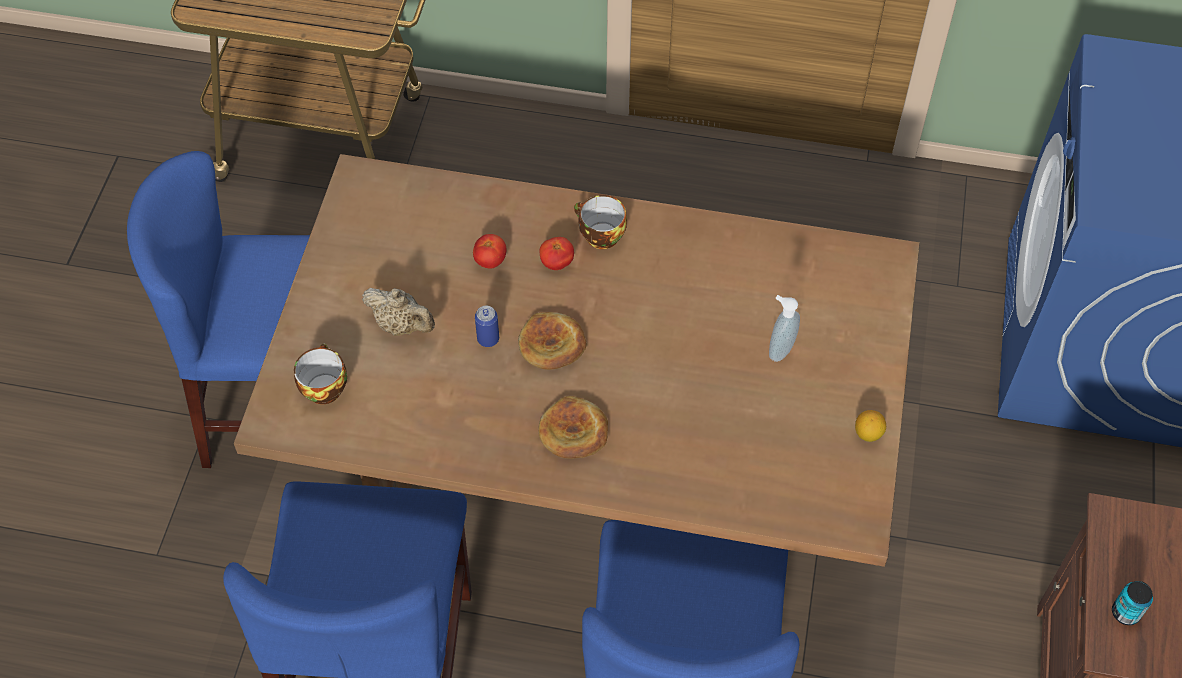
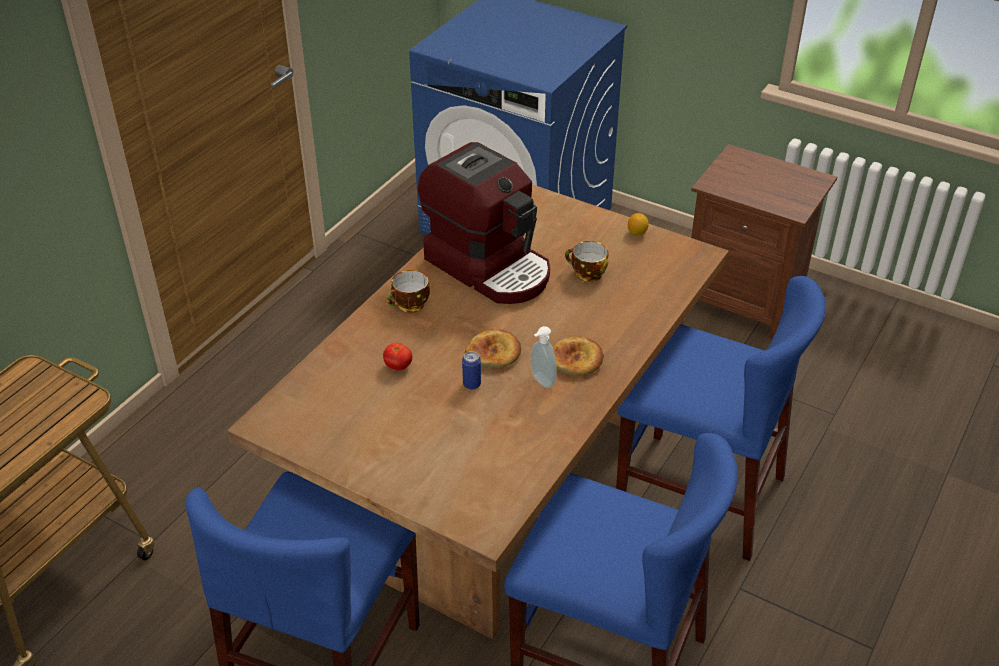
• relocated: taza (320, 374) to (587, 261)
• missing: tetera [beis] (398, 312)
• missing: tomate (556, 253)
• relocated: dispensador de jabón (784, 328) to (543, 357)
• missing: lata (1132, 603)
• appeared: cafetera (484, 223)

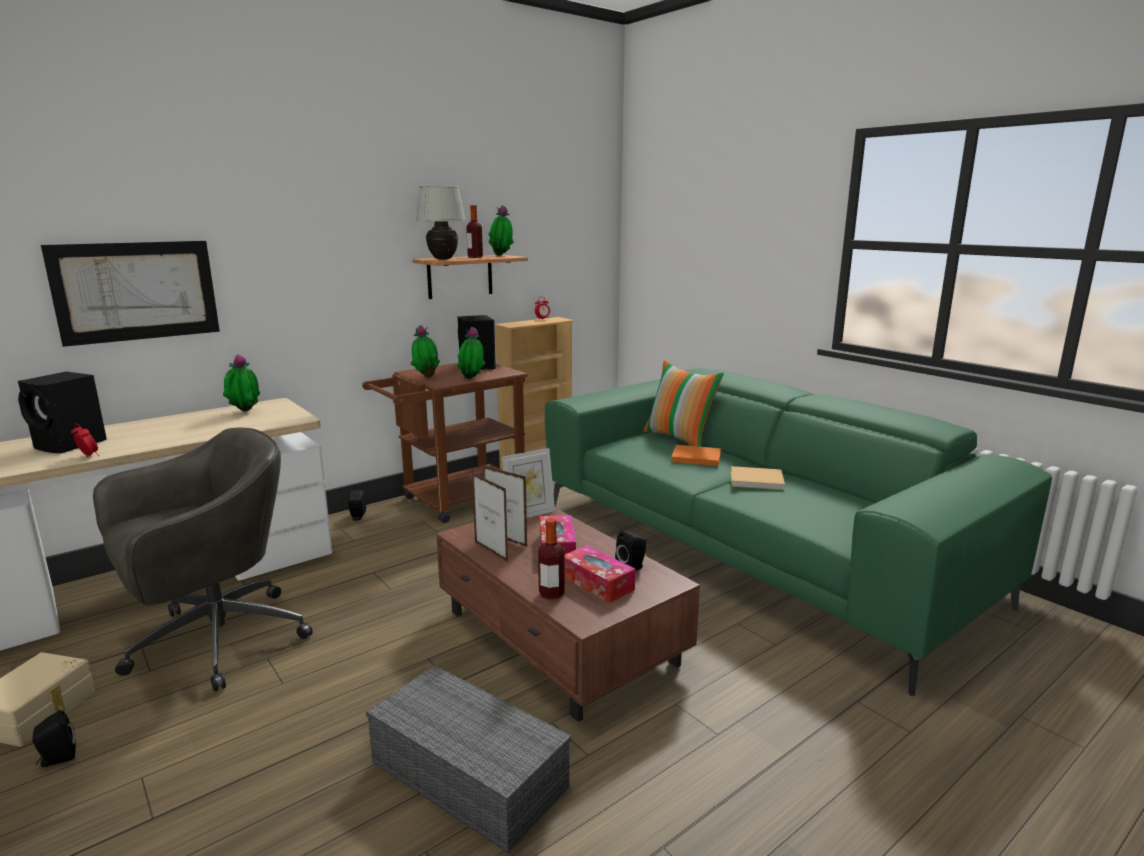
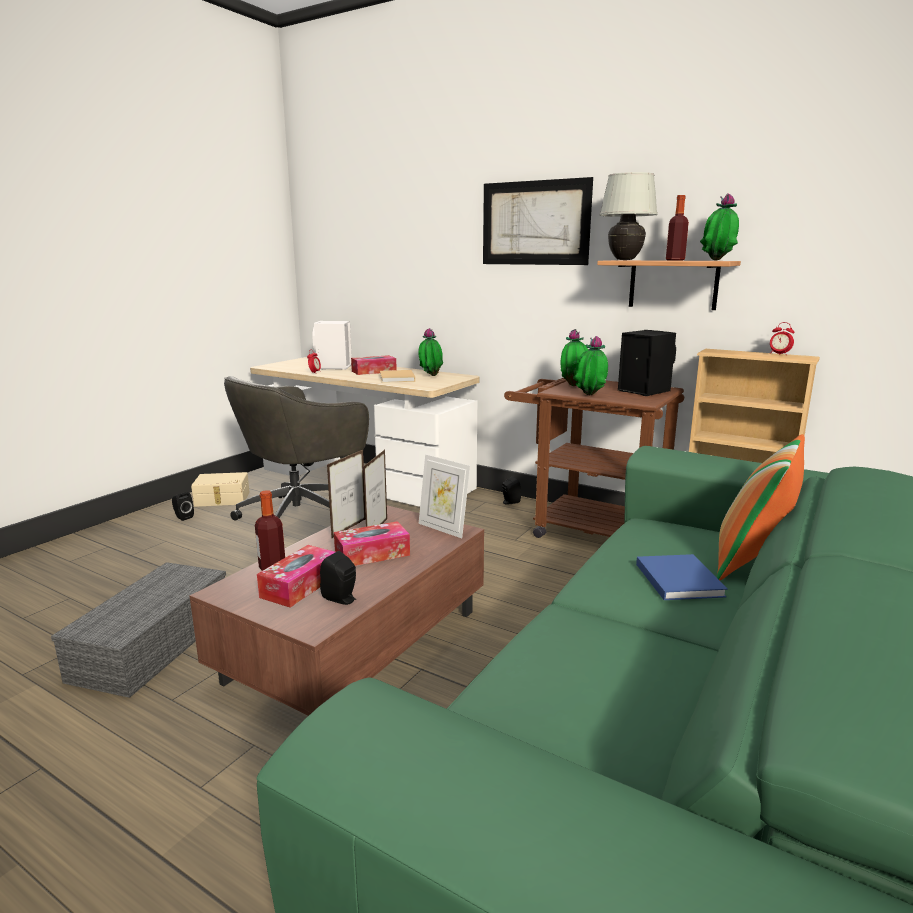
• colour: altavoz [negro] (62, 412) to altavoz [blanco] (332, 345)
• relocated: cuadro (130, 294) to (538, 221)
• spun: silla de oficina [gris] (203, 559) = (296, 448) 105 degrees clockwise
• colour: libro [naranja] (696, 455) to libro [azul] (682, 577)
• relocated: libro [beis] (758, 478) to (397, 376)
• appeared: caja de pañuelos (374, 365)

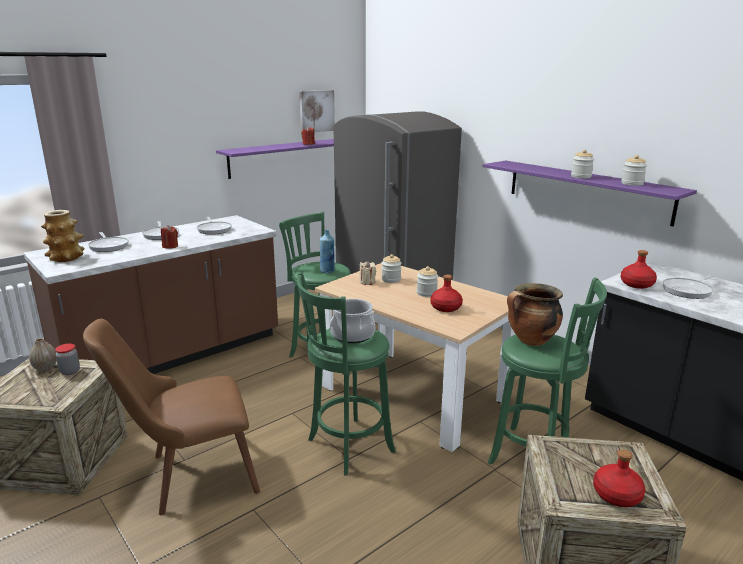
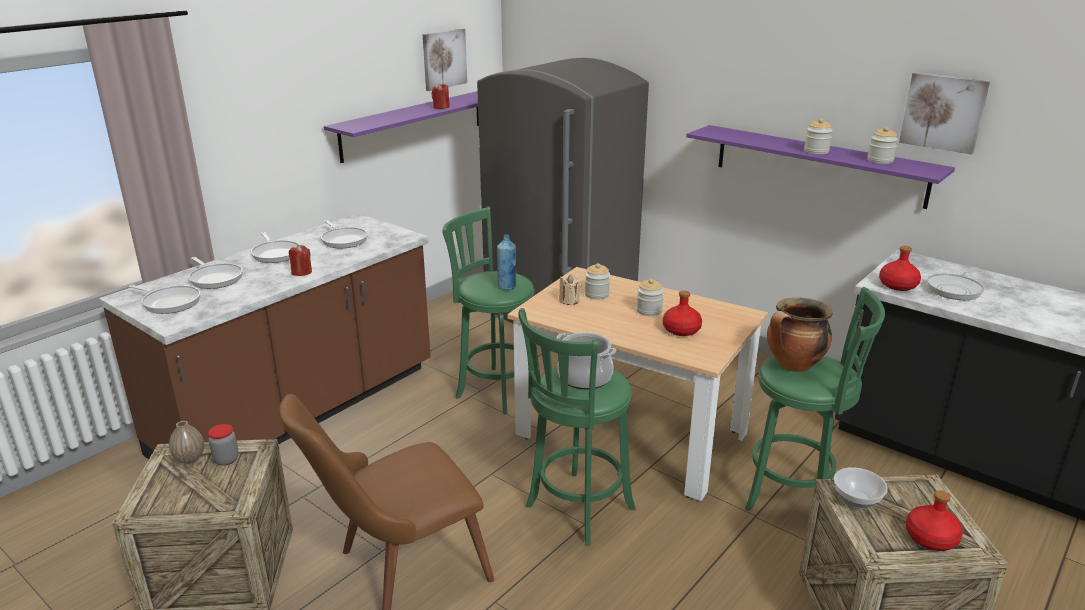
• exchanged: florero (63, 236) to sartén (164, 299)
• appeared: cuenco (861, 488)
• appeared: cuadro (944, 113)

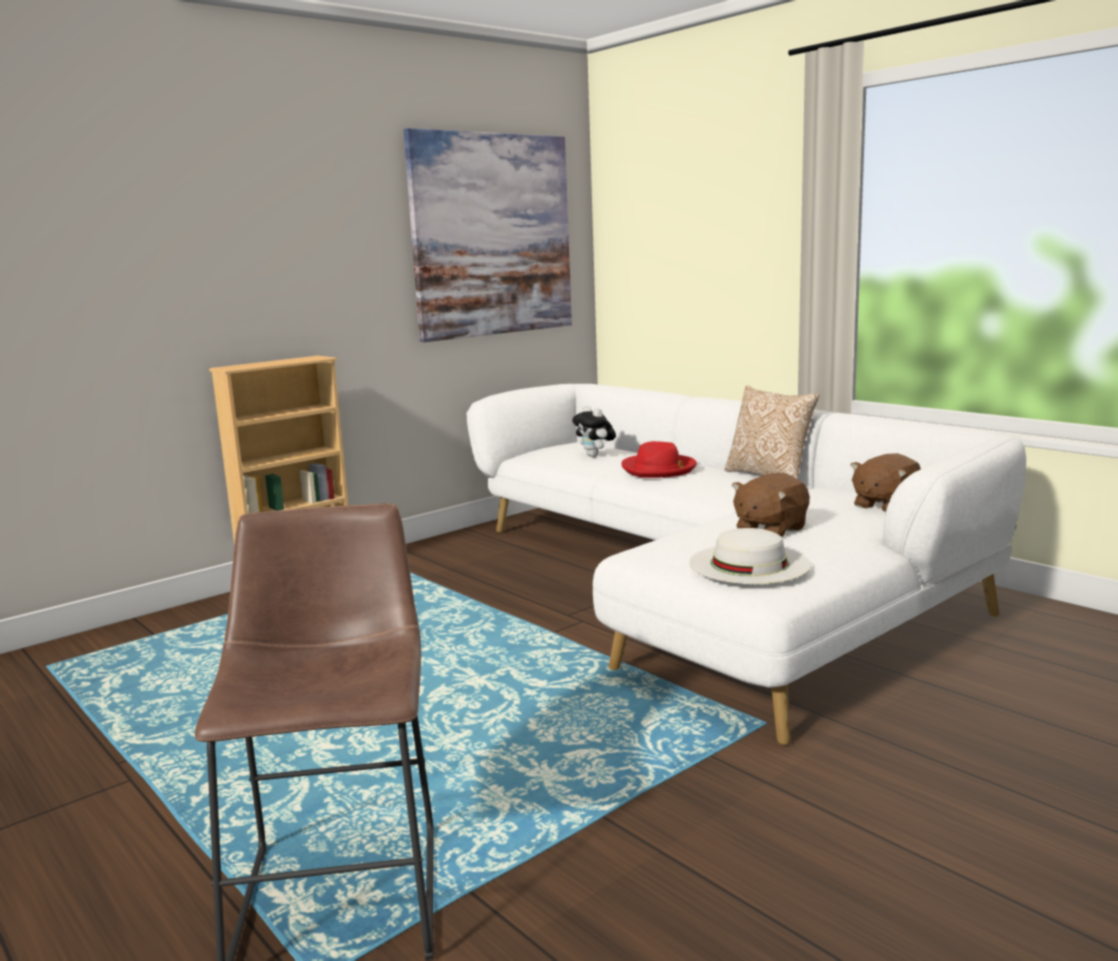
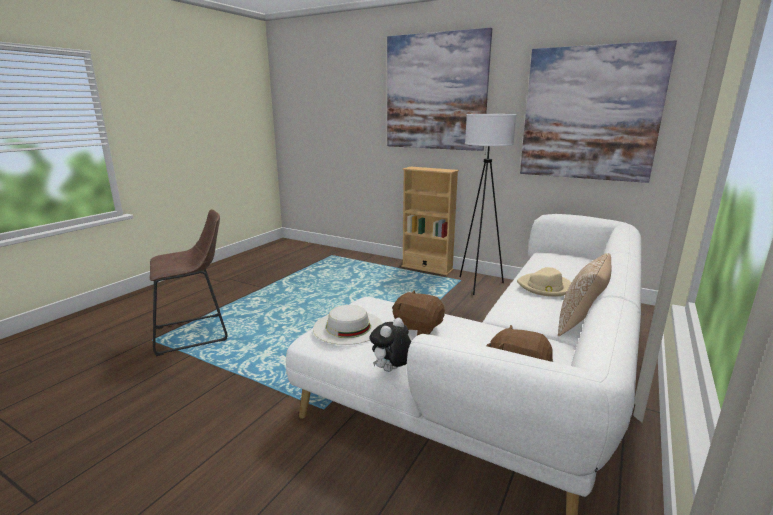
• relocated: peluche (594, 431) to (390, 345)
• colour: sombrero [rojo] (659, 459) to sombrero [beis] (544, 282)
• appeared: cuadro (439, 89)
• appeared: lámpara de pie [blanco] (488, 204)

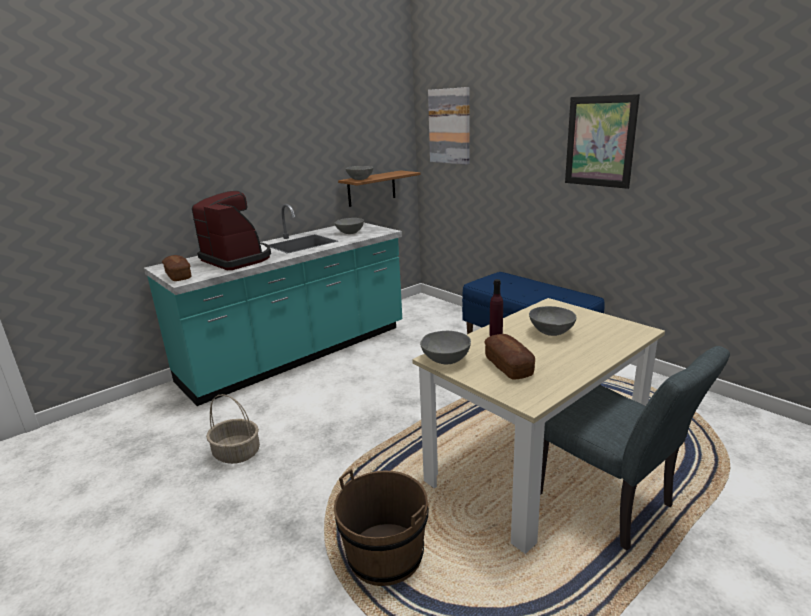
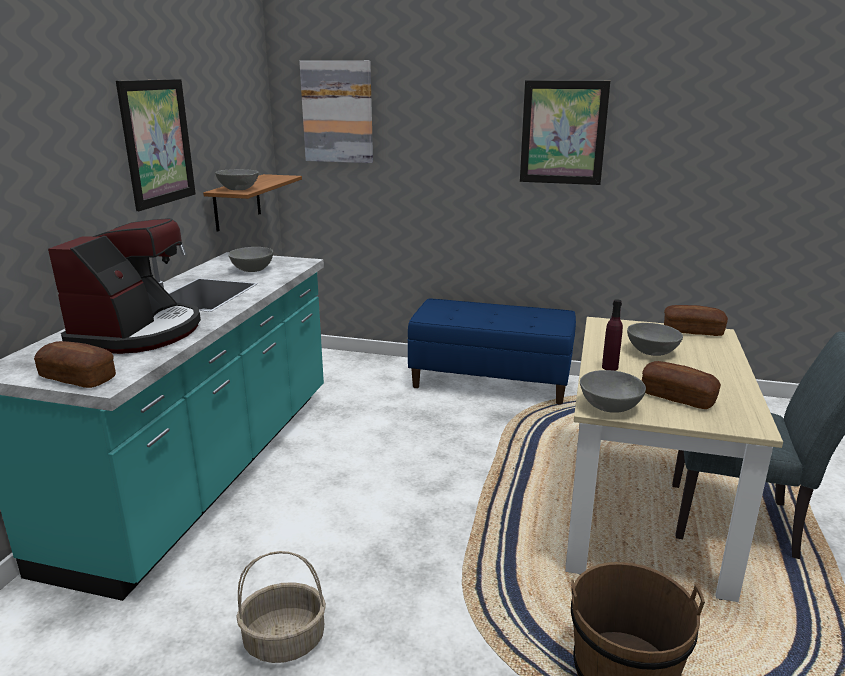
• spun: cafetera (231, 230) = (124, 286) 90 degrees clockwise
• appeared: cuadro (156, 145)
• appeared: pan (696, 320)

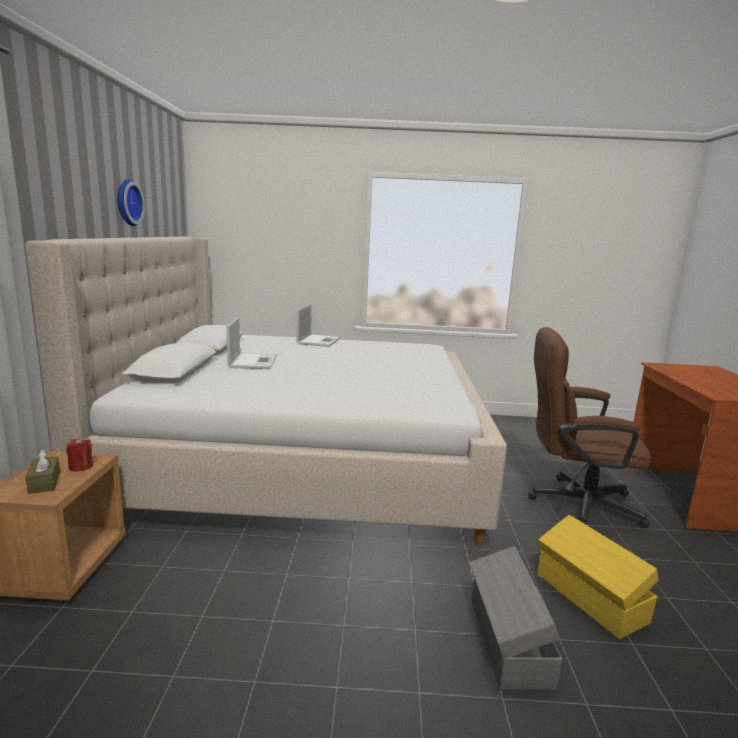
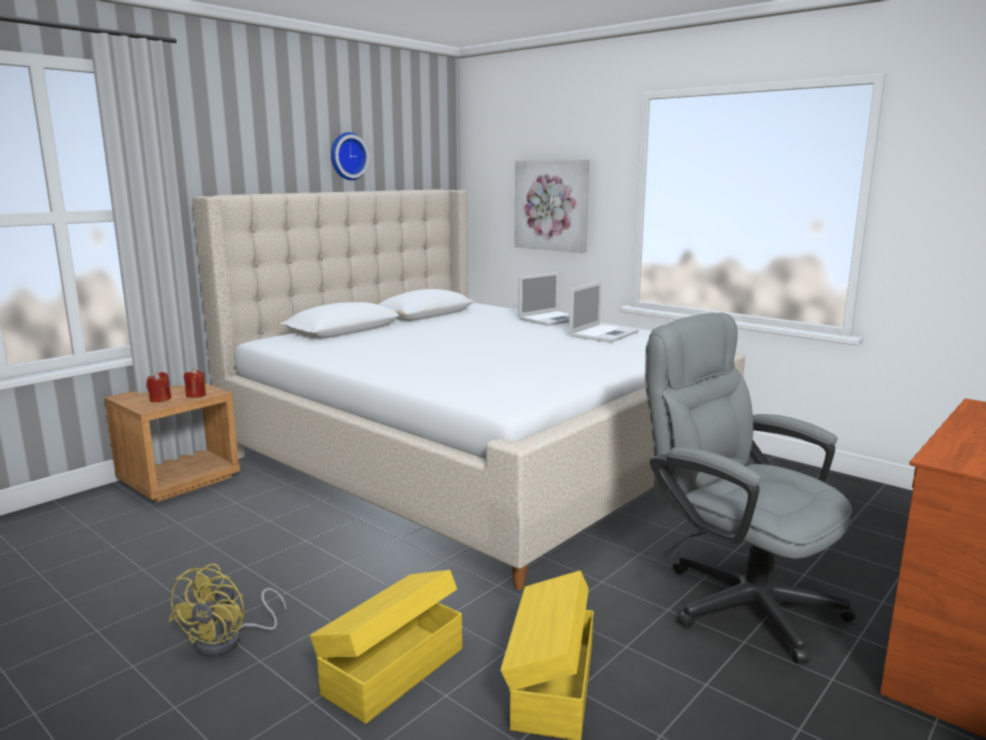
• exchanged: caja de pañuelos [marrón] (42, 471) to vela [rojo] (158, 387)
• relocated: portátil (251, 343) to (604, 312)
• colour: caja de almacenaje [gris] (515, 618) to caja de almacenaje [amarillo] (386, 647)
• colour: silla de oficina [marrón] (589, 427) to silla de oficina [gris] (750, 487)
• appeared: ventilador [amarillo] (227, 610)
• appeared: cuadro (551, 206)

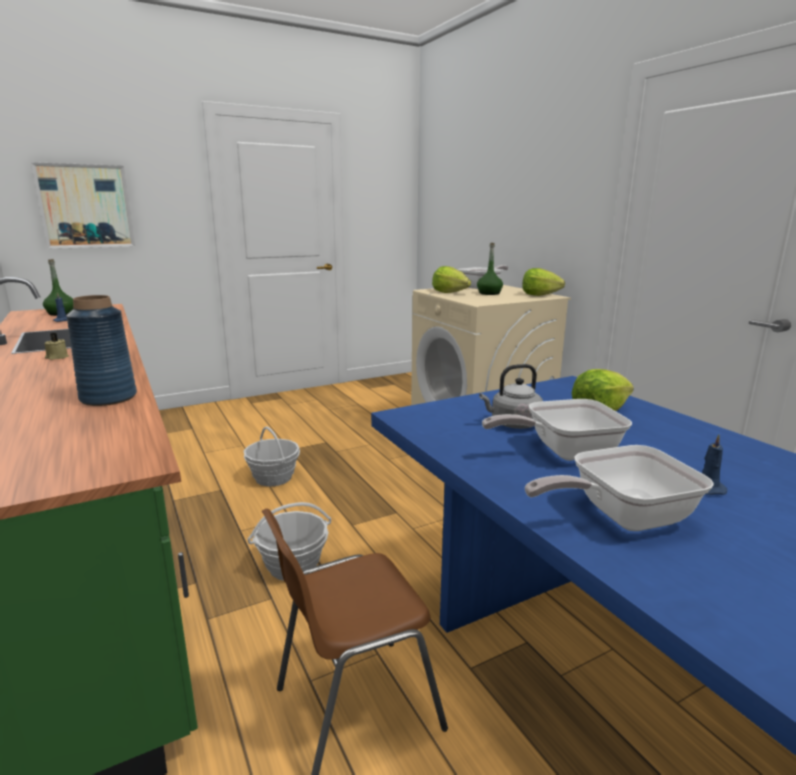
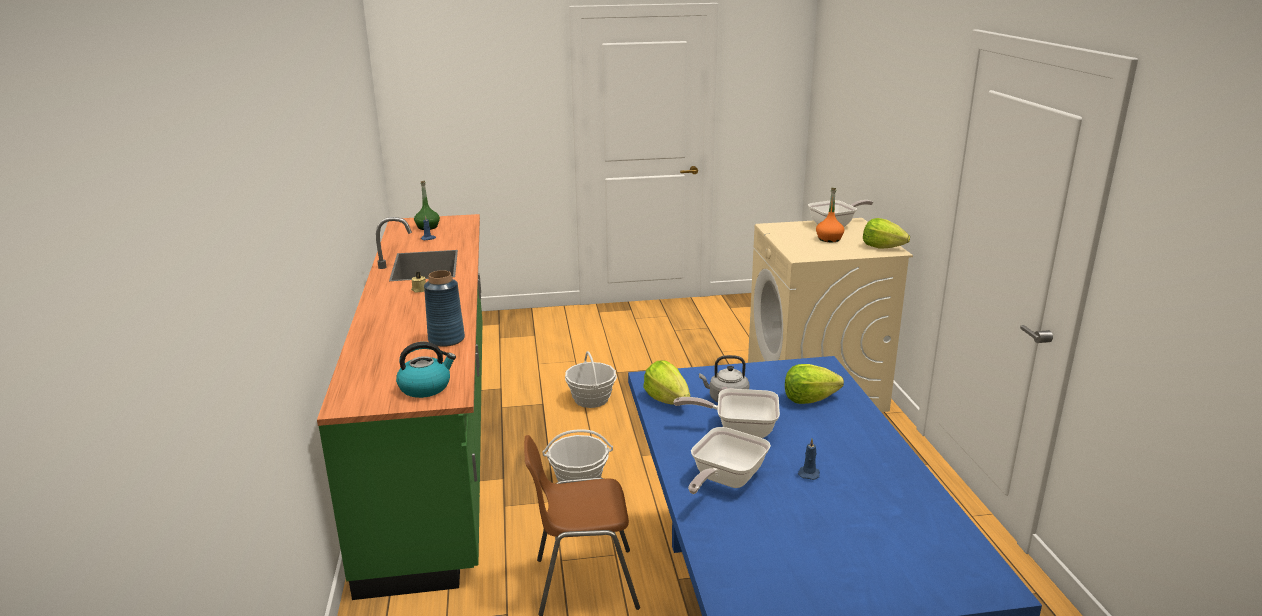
• missing: cuadro (83, 205)
• relocated: lechuga (451, 279) to (667, 382)
• colour: botella [verde] (490, 269) to botella [naranja] (830, 215)
• spun: sartén (619, 488) = (729, 460) 60 degrees counterclockwise
• appeared: hervidor (426, 370)

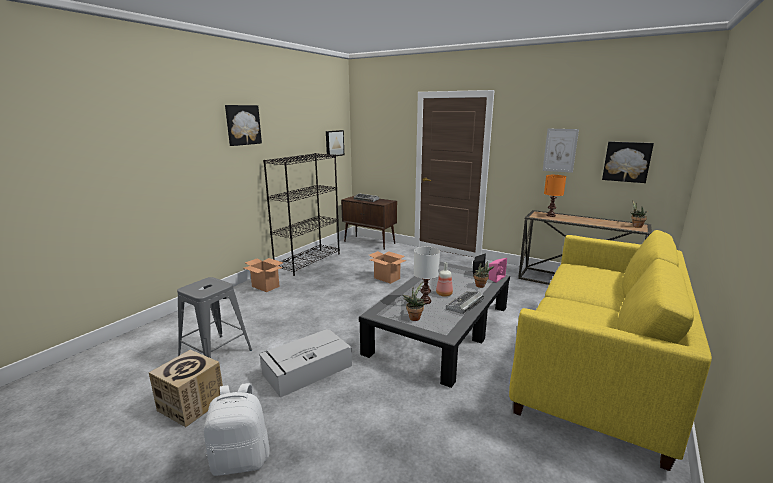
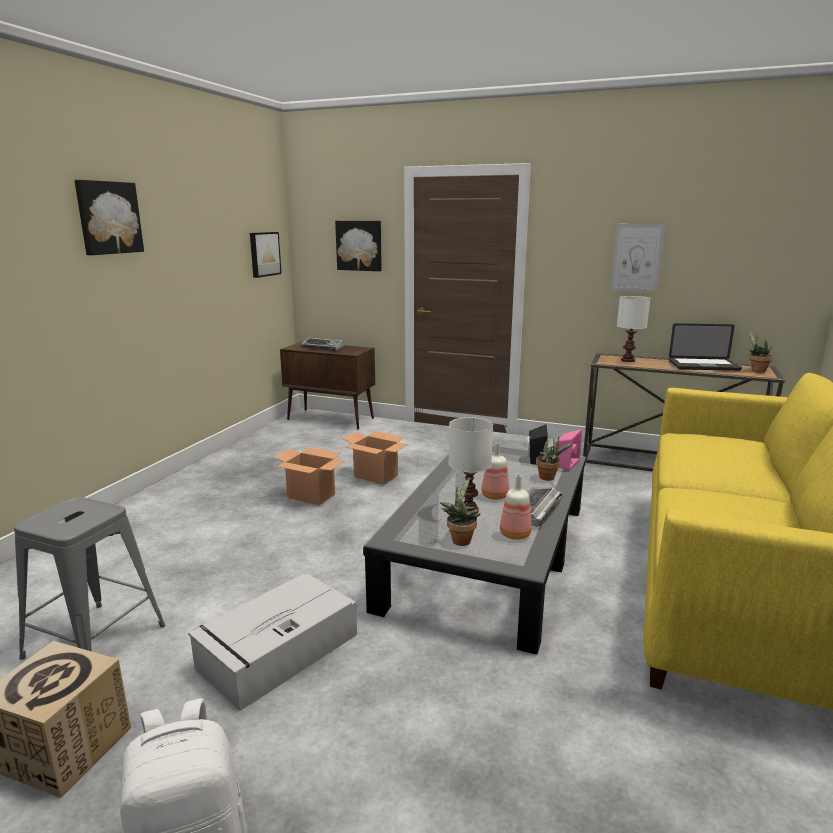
• relocated: caja de cartón (263, 275) to (309, 476)
• missing: estantería [negro] (301, 214)
• colour: lámpara de mesa [naranja] (555, 196) to lámpara de mesa [blanco] (633, 329)
• relocated: cuadro (628, 162) to (358, 246)
• appeared: botella (516, 507)
• appeared: portátil (705, 347)

